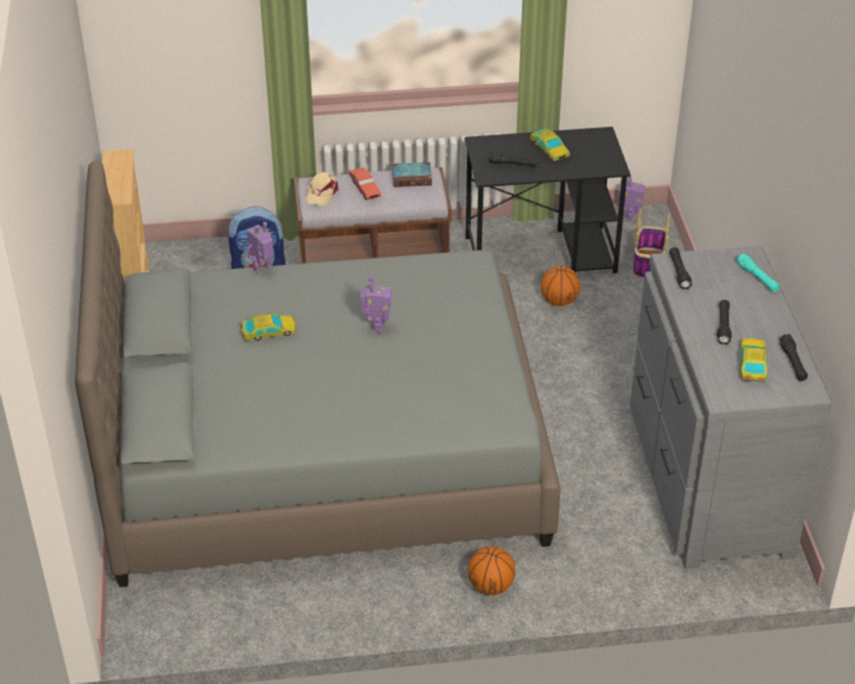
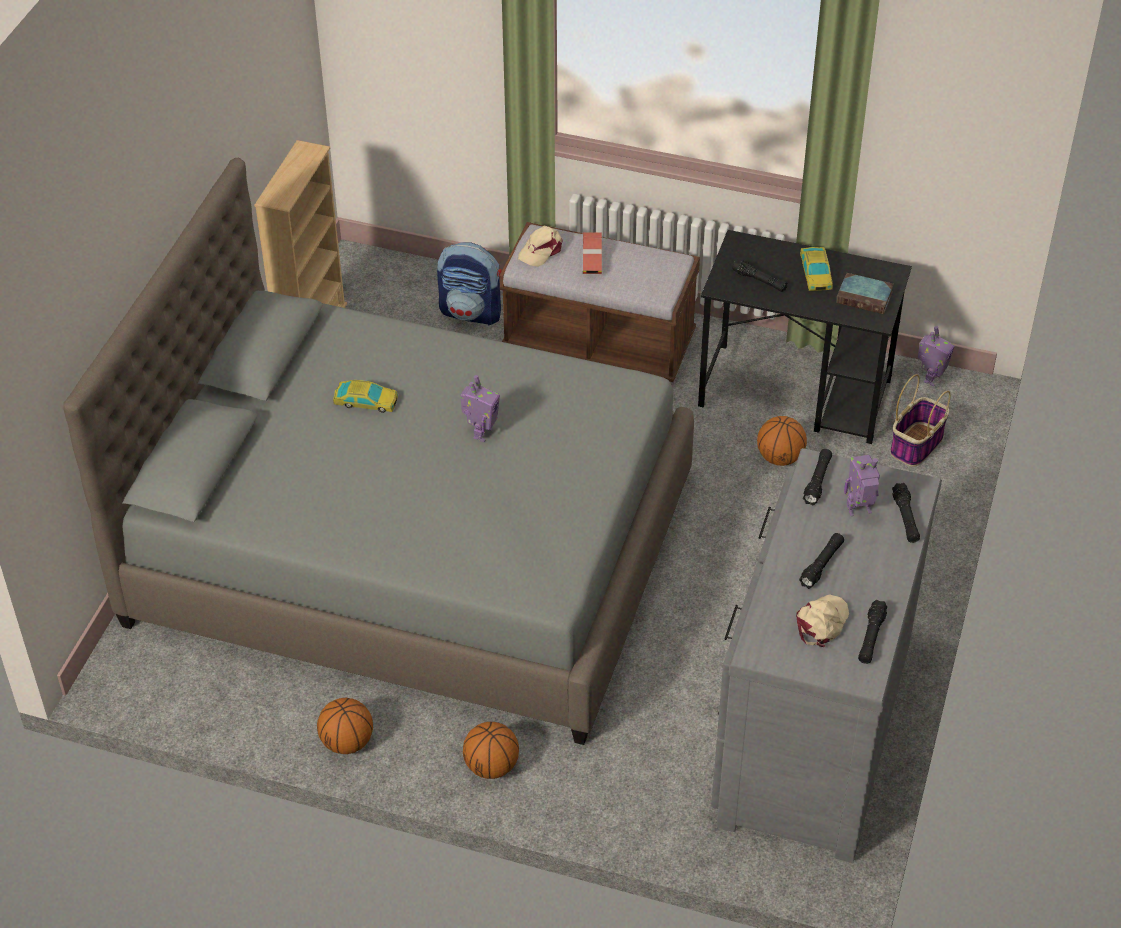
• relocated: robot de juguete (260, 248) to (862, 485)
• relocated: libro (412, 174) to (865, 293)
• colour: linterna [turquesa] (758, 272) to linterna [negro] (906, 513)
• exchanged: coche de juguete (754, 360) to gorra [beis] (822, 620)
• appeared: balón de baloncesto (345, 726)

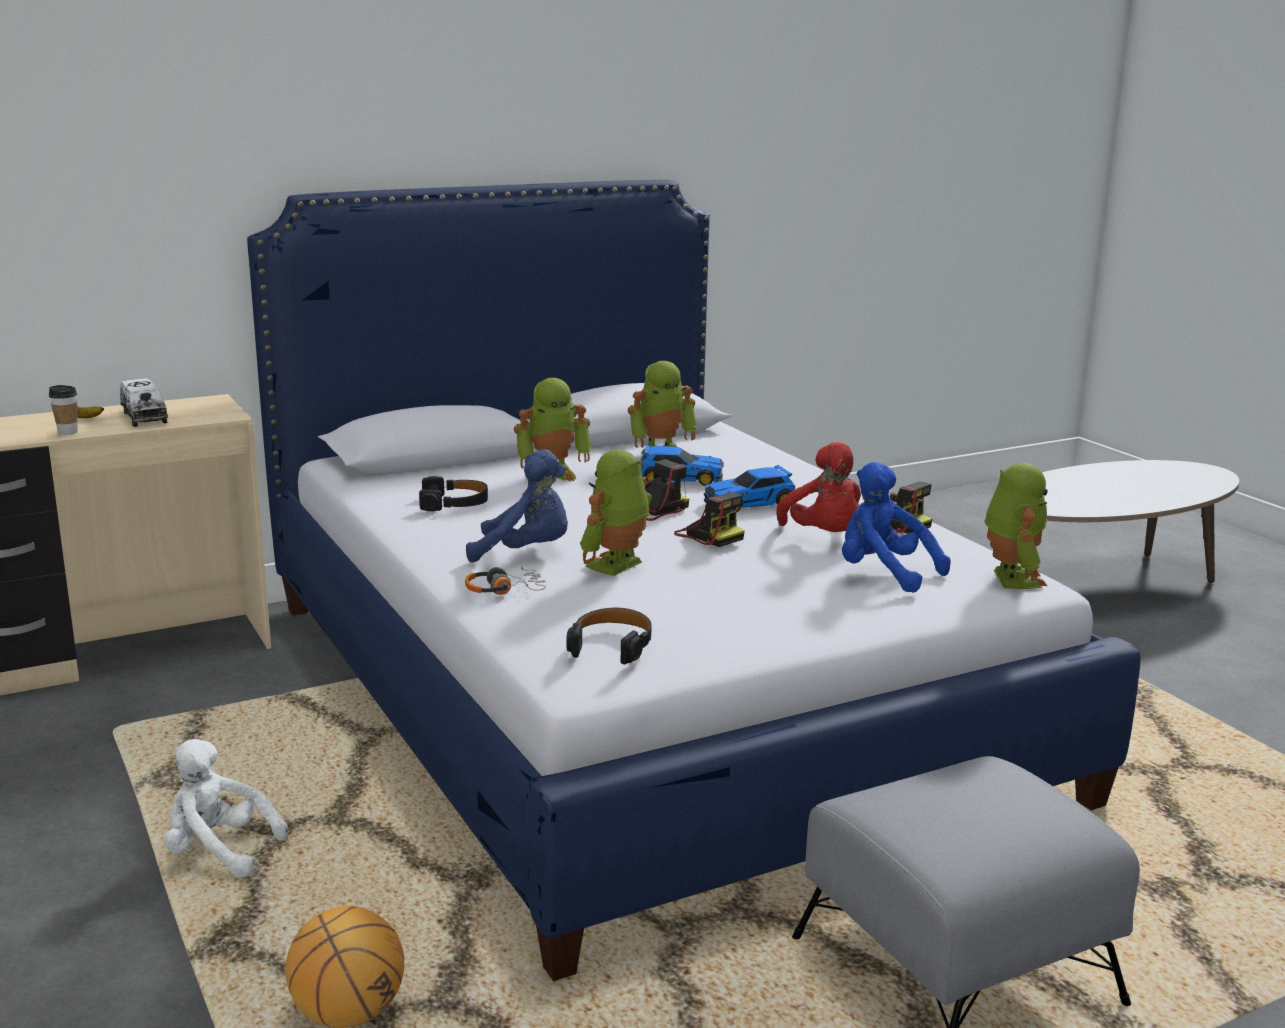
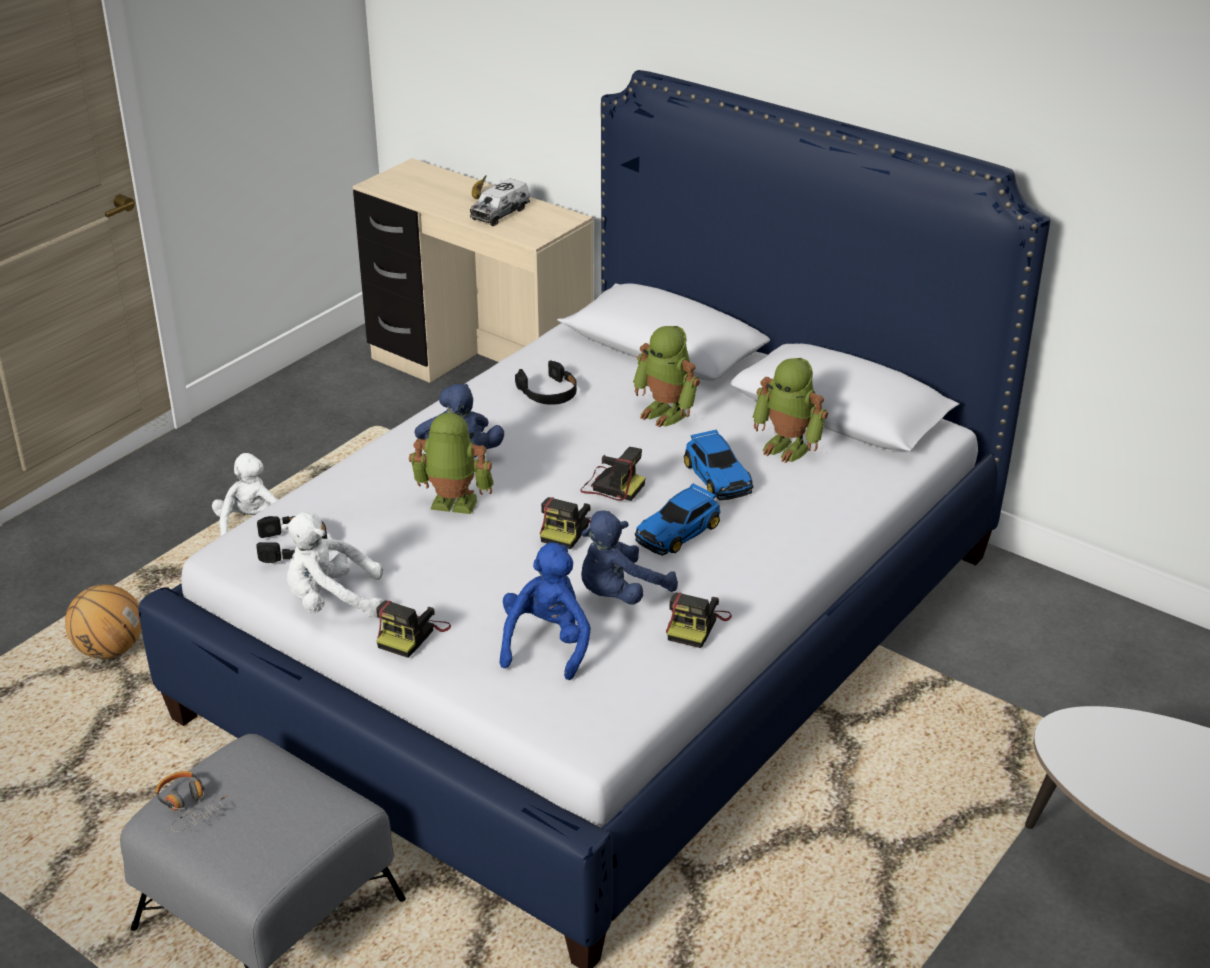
• missing: taza (63, 410)
• relocated: auriculares (505, 580) to (191, 801)
• spun: coche de juguete (749, 489) = (678, 519) 90 degrees counterclockwise
• colour: peluche [rojo] (818, 487) to peluche [azul] (629, 557)
• missing: robot de juguete (1016, 526)
• appeared: peluche [blanco] (332, 565)
• appeared: cámara (413, 629)

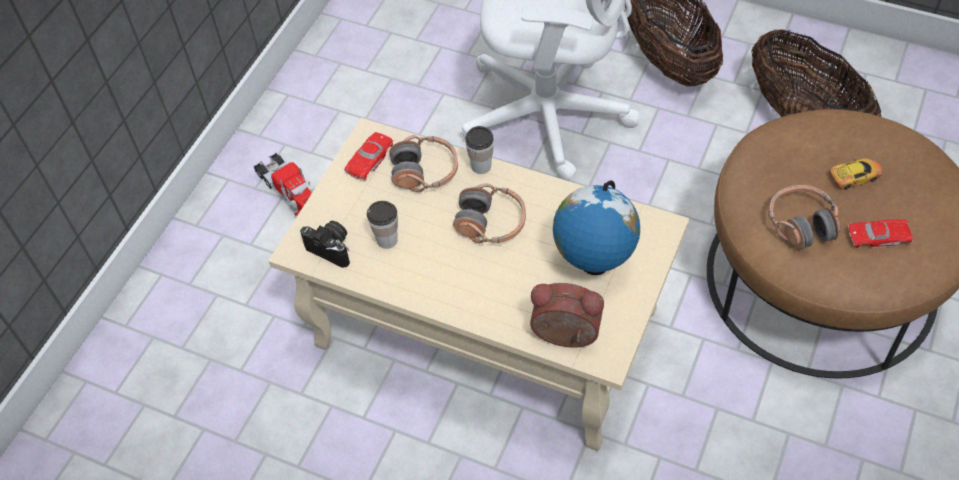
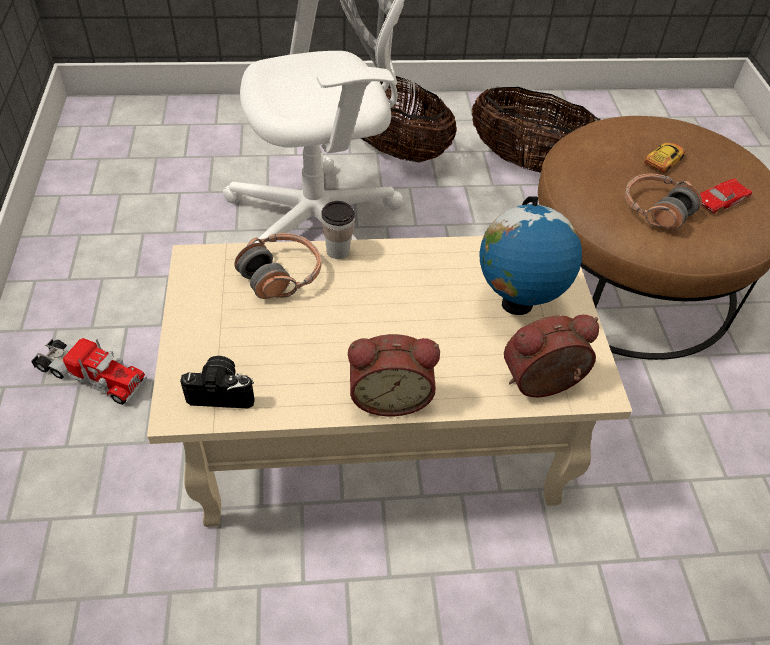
• missing: coche de juguete [rojo] (368, 156)
• missing: taza (382, 225)
• missing: auriculares (489, 213)
• appeared: despertador (394, 375)

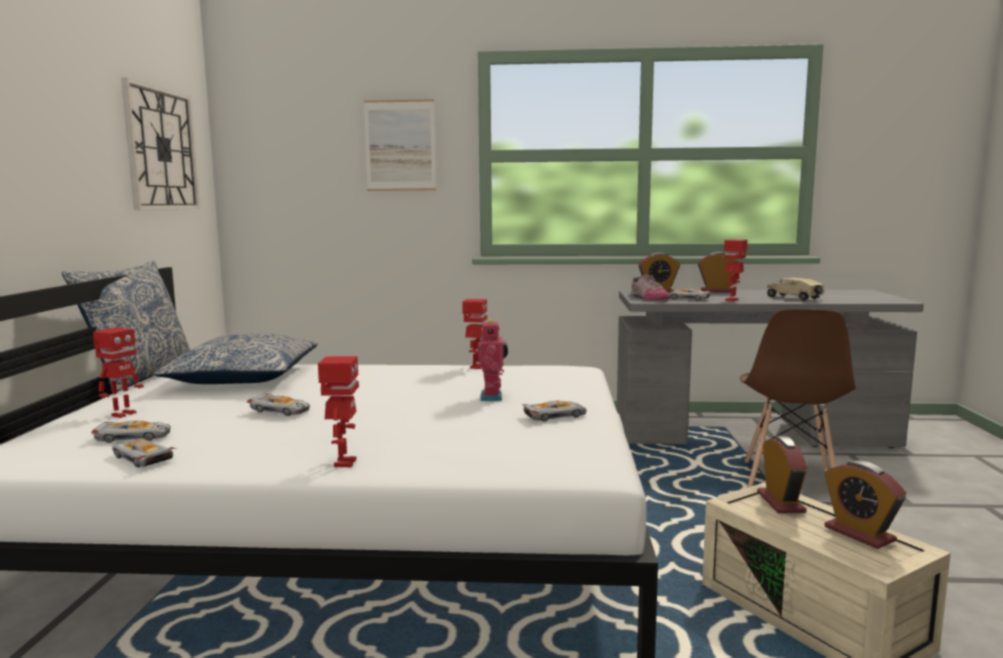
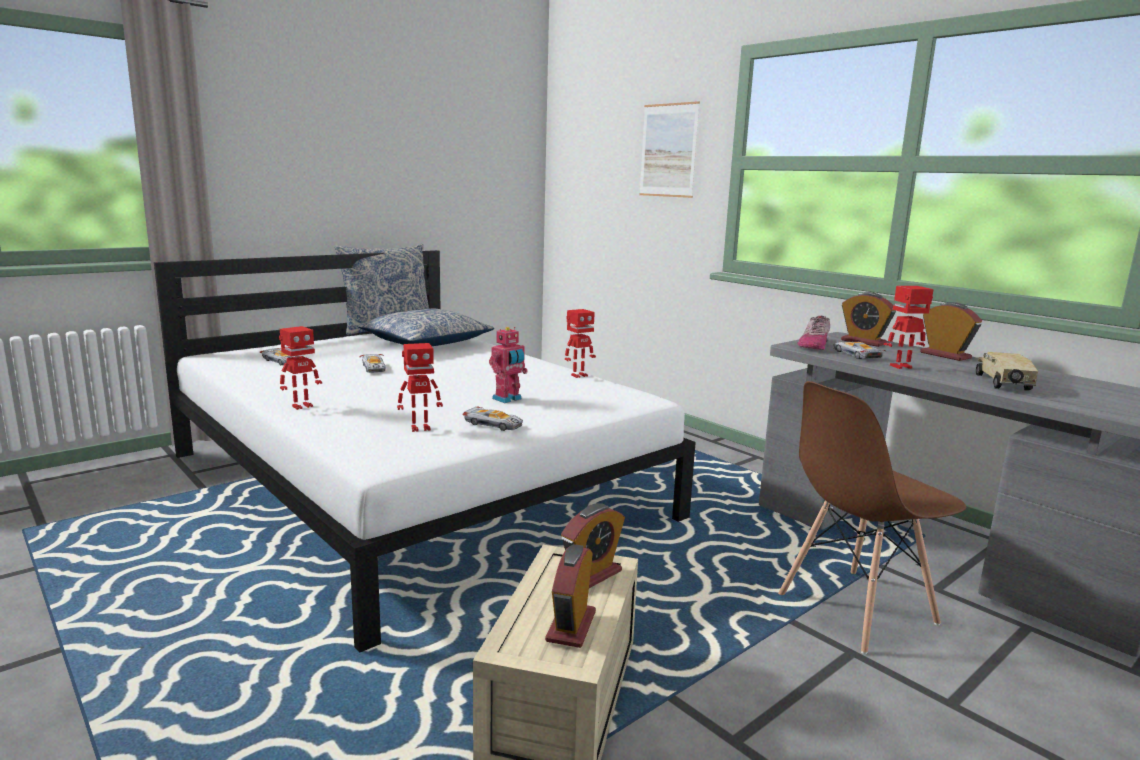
• relocated: robot de juguete (118, 373) to (420, 387)
• missing: coche de juguete (144, 453)
• missing: reloj de pared (160, 144)

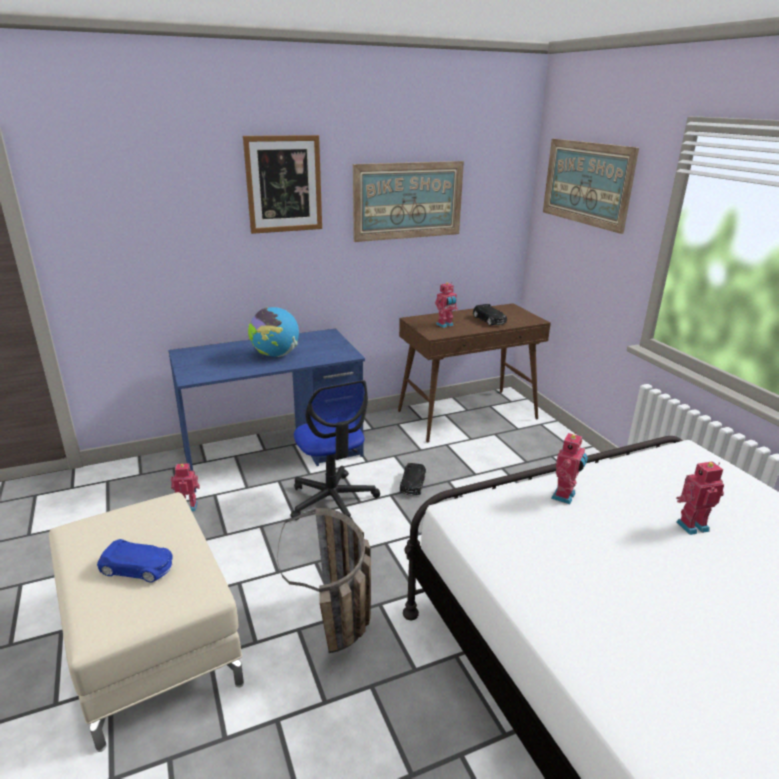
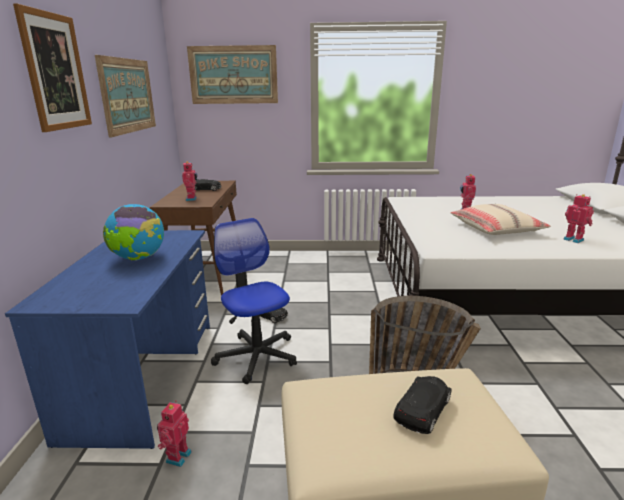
• colour: coche de juguete [azul] (135, 561) to coche de juguete [negro] (422, 405)
• spun: silla de oficina (335, 450) = (254, 301) 120 degrees counterclockwise
• relocated: robot de juguete (569, 468) to (578, 218)
• appeared: cojín [beis] (501, 219)

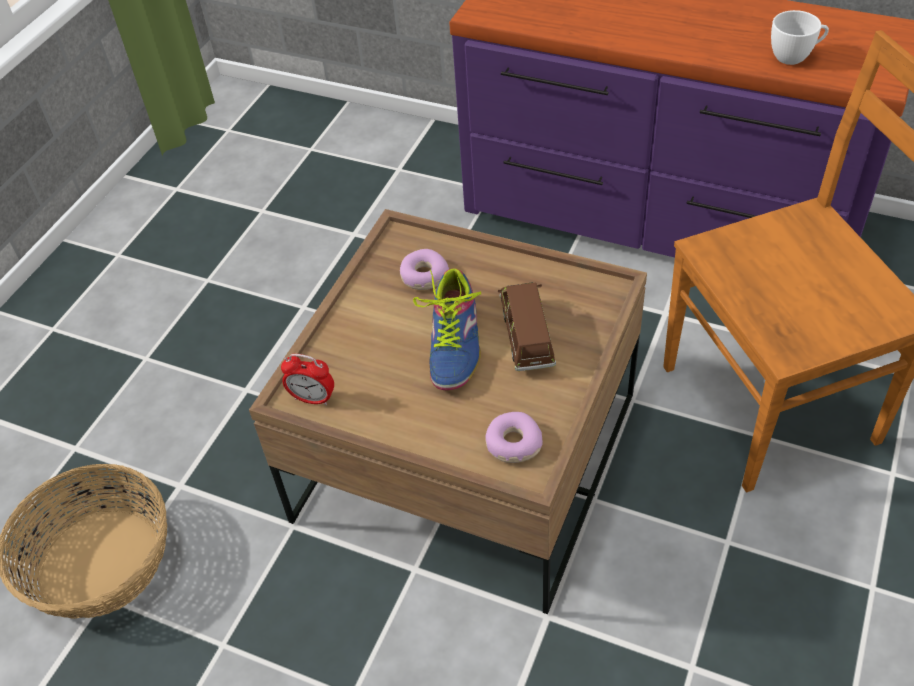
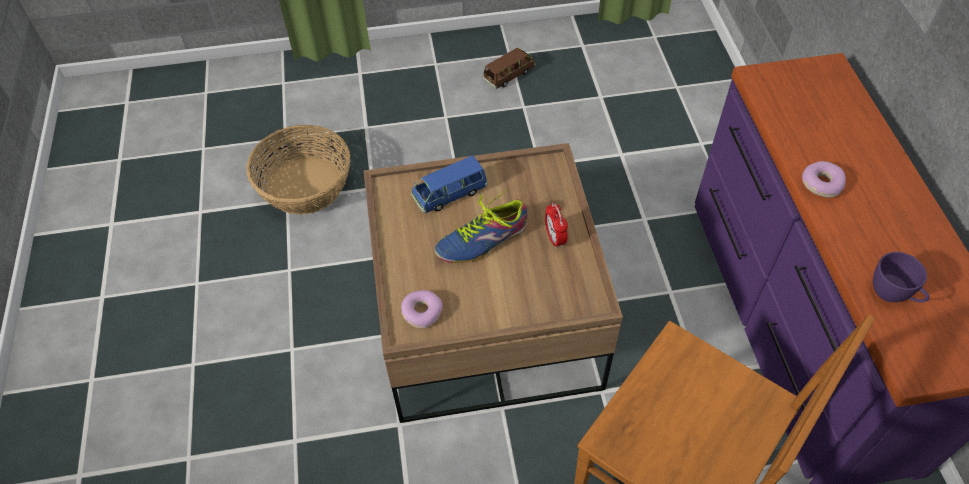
• relocated: despertador (307, 379) to (556, 225)
• relocated: rosquilla (424, 269) to (824, 179)
• relocated: coche de juguete [marrón] (527, 326) to (509, 68)
• colour: taza [blanco] (800, 37) to taza [morado] (901, 277)
• appeared: coche de juguete [azul] (449, 184)

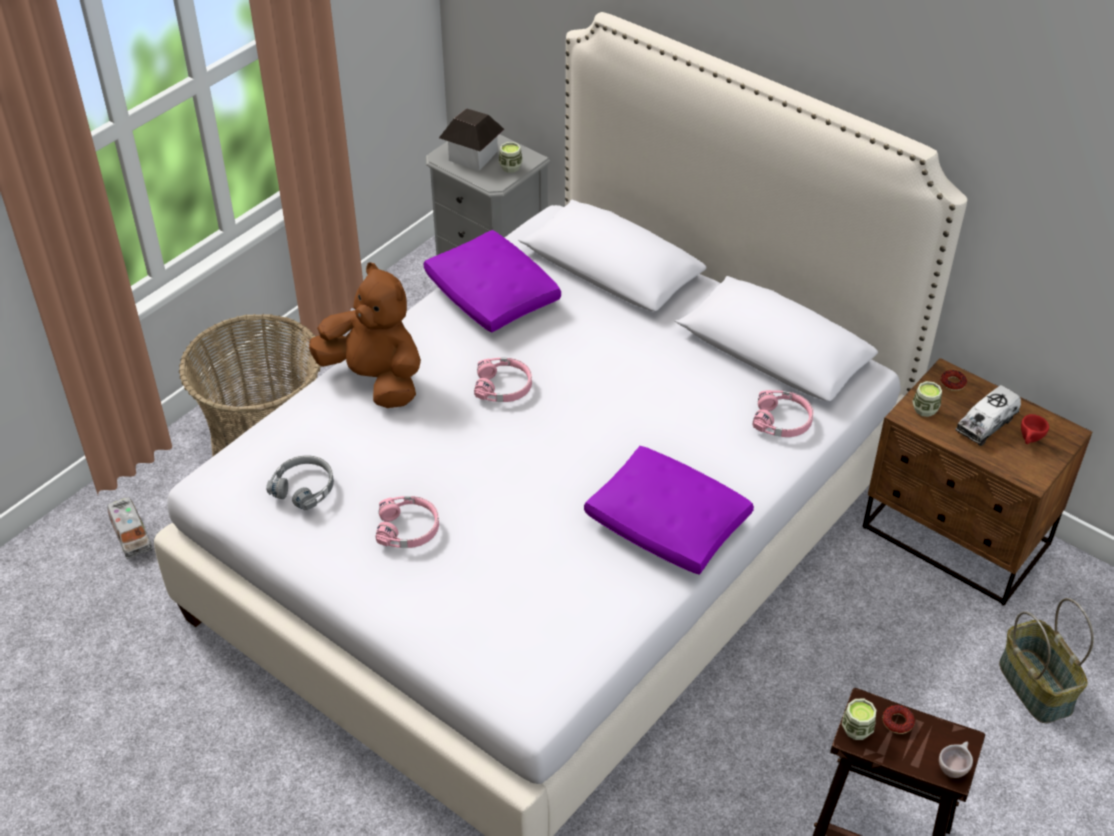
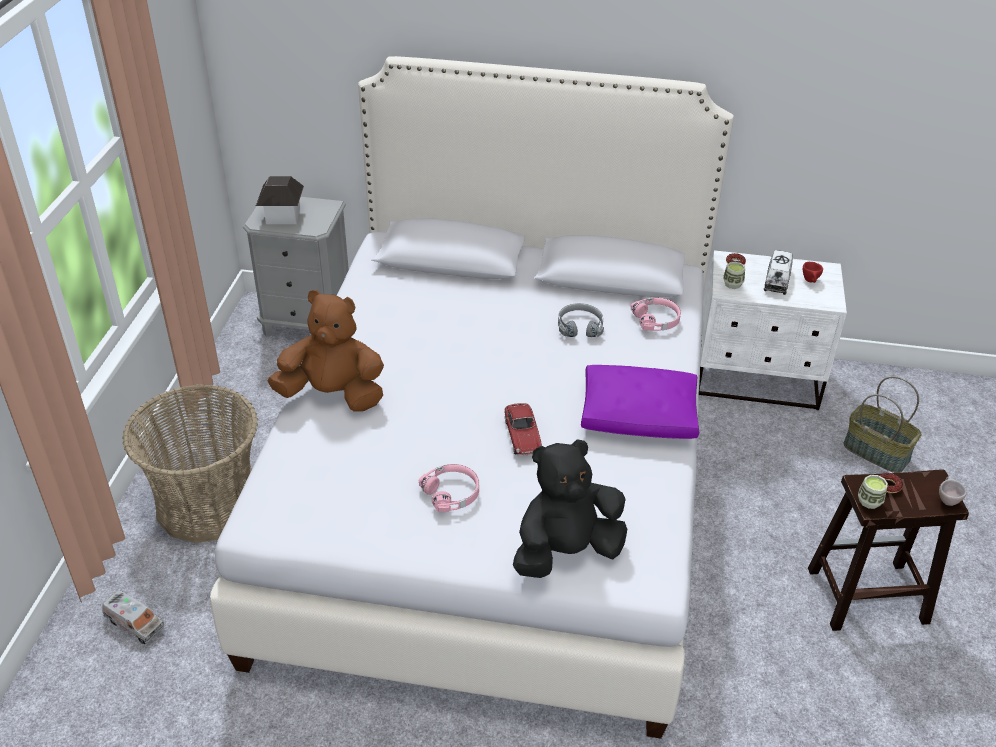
• relocated: auriculares [gris] (300, 483) to (581, 320)
• missing: cojín [morado] (492, 281)
• missing: auriculares [rosa] (503, 380)
• missing: taza (511, 157)
• colour: mesita de noche [marrón] (977, 482) to mesita de noche [blanco] (773, 330)
• appeared: coche de juguete (523, 429)
• appeared: peluche [negro] (570, 508)

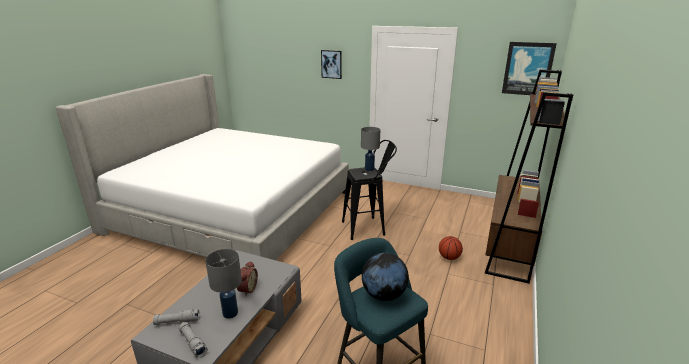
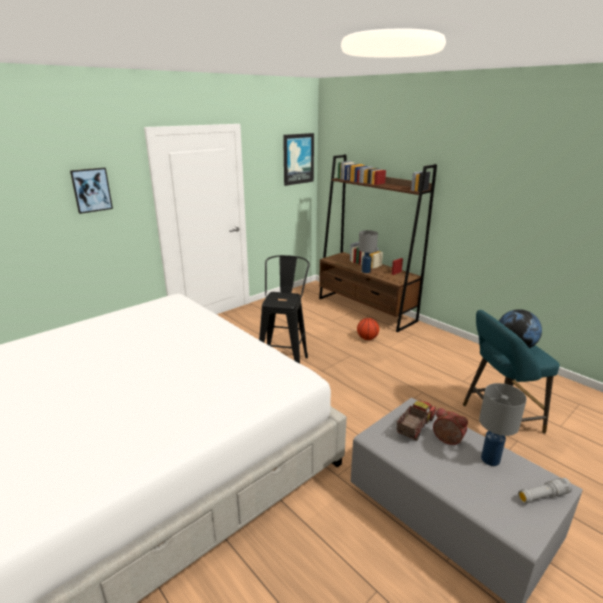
• missing: linterna [gris] (176, 317)
• relocated: lámpara de mesa [gris] (370, 149) to (368, 251)
• appeared: camión de juguete (416, 421)

